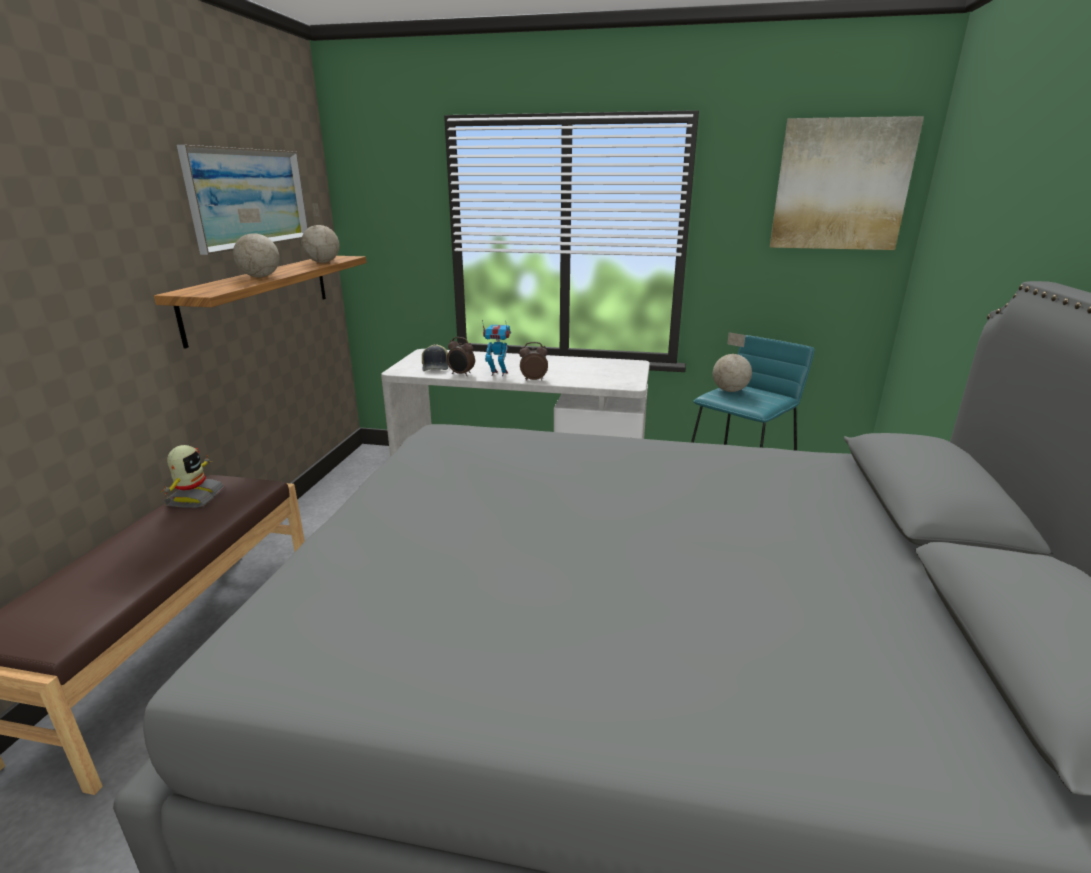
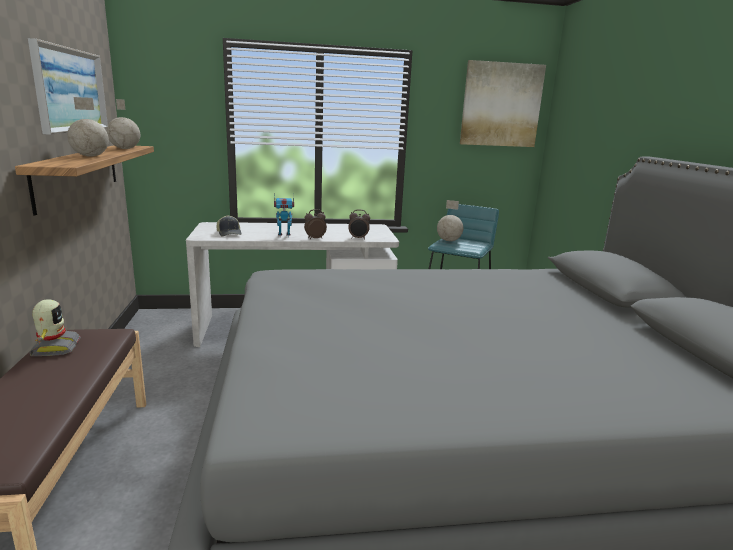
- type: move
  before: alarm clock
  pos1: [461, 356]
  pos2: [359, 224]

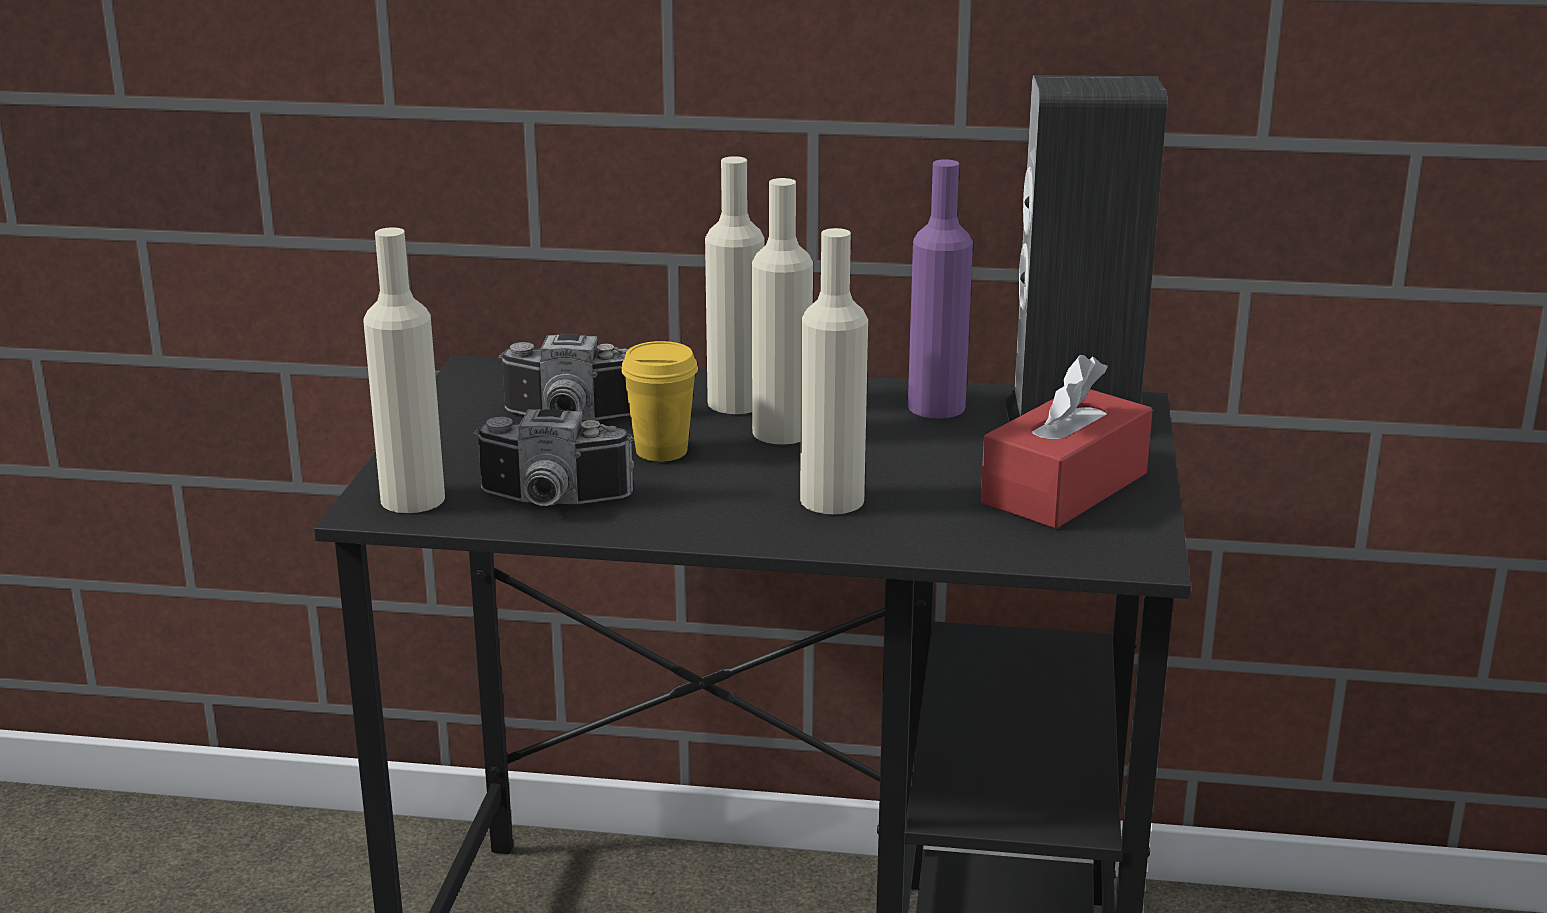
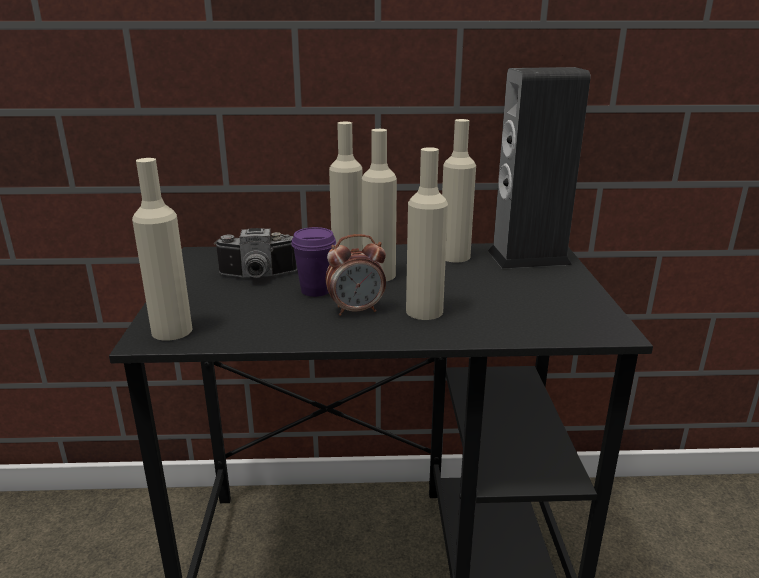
- type: recolor
  before: cup/yellow-coloured
  after: cup/purplish
  pos1: [659, 401]
  pos2: [313, 262]
- type: insert
  after: alarm clock
  pos2: [355, 275]
- type: recolor
  before: drink bottle/purplish
  after: drink bottle/beige
  pos1: [940, 289]
  pos2: [459, 190]
- type: delete
  before: photo camera
  pos1: [554, 457]
- type: delete
  before: tissue box/red
  pos1: [1067, 442]

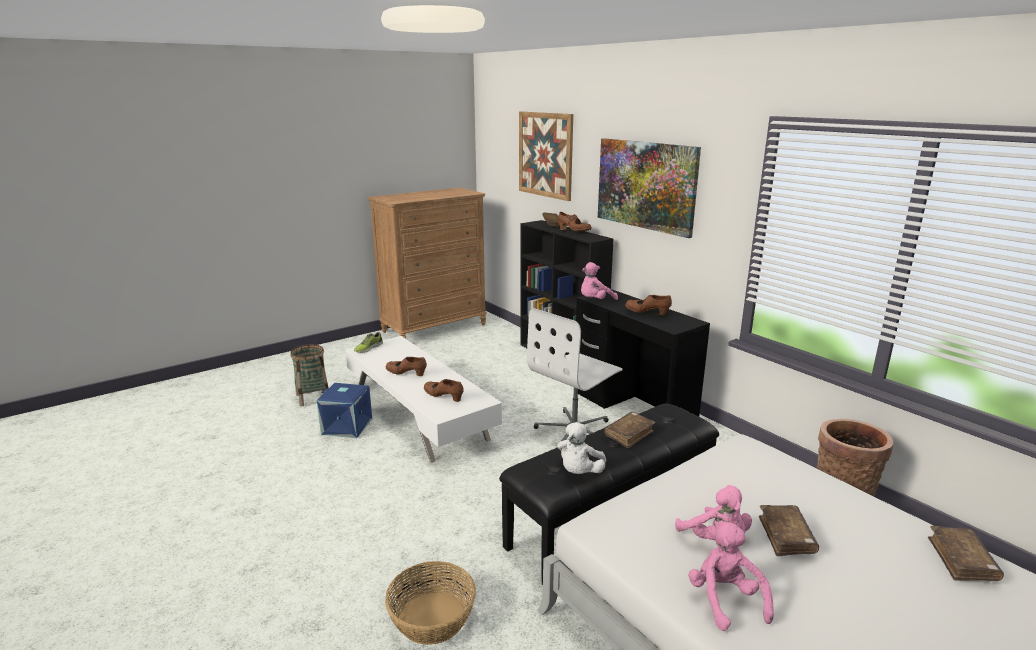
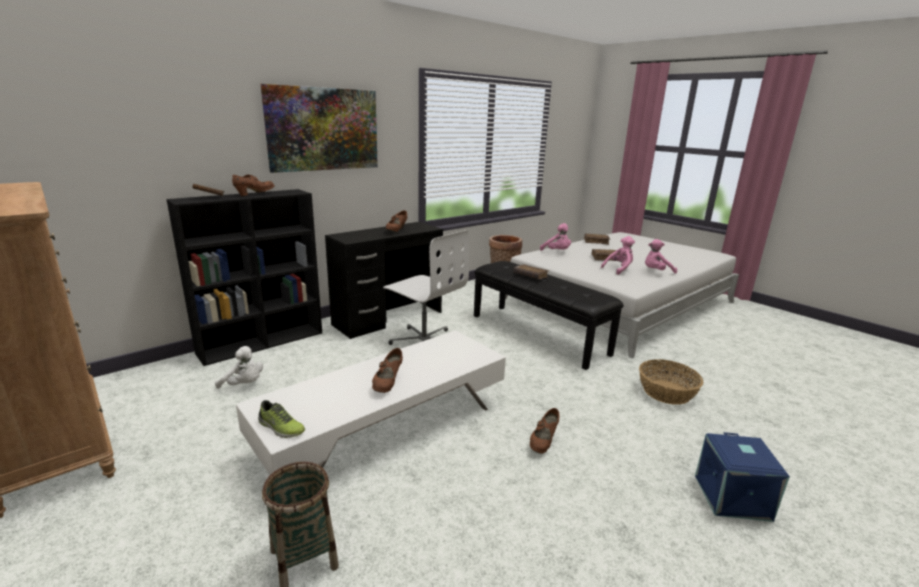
- type: move
  before: soft toy/white
  pos1: [581, 448]
  pos2: [239, 367]
- type: move
  before: item of footwear/brown
  pos1: [444, 390]
  pos2: [544, 431]
- type: move
  before: soft toy/pinkish
  pos1: [599, 281]
  pos2: [555, 237]
- type: move
  before: storage bin/blue
  pos1: [344, 410]
  pos2: [742, 477]
- type: delete
  before: wall art
  pos1: [546, 156]

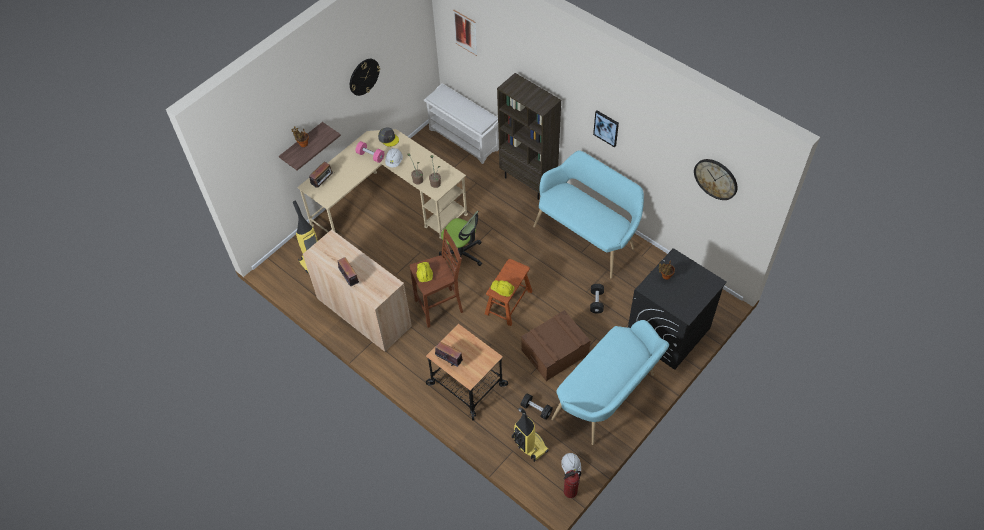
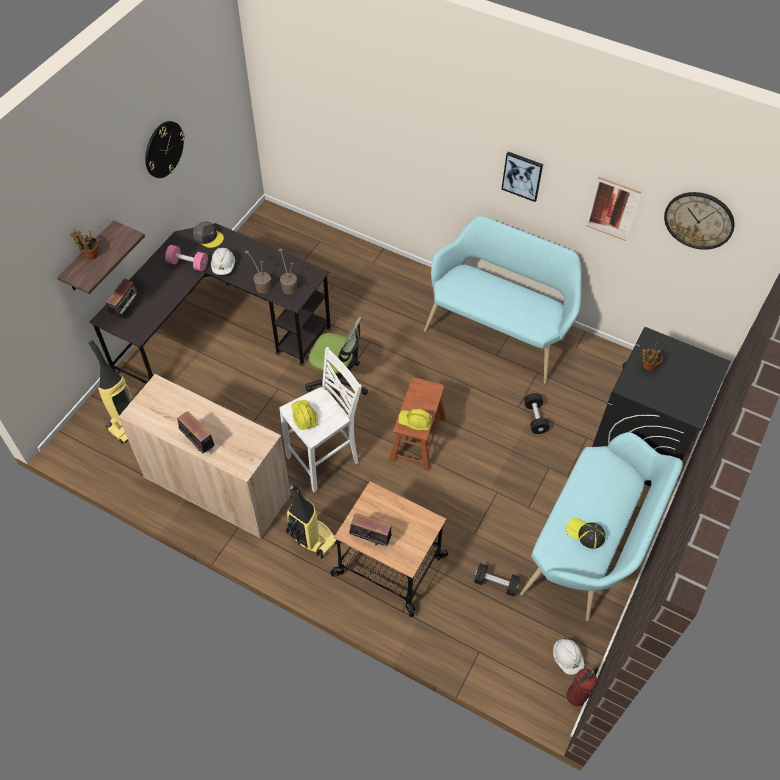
- type: recolor
  before: desk table/beige
  after: desk table/black-coloured
  pos1: [382, 184]
  pos2: [210, 303]
- type: recolor
  before: stool seat/brown
  after: stool seat/white
  pos1: [436, 278]
  pos2: [320, 420]
- type: move
  before: hoover
  pos1: [530, 435]
  pos2: [311, 521]
- type: insert
  after: peaked cap
  pos2: [585, 533]
- type: move
  before: wall art
  pos1: [465, 33]
  pos2: [613, 209]
- type: delete
  before: shoe rack/white
  pos1: [461, 123]
- type: delete
  before: bookshelf/brown
  pos1: [529, 136]
- type: delete
  before: storage bin/brown
  pos1: [556, 345]

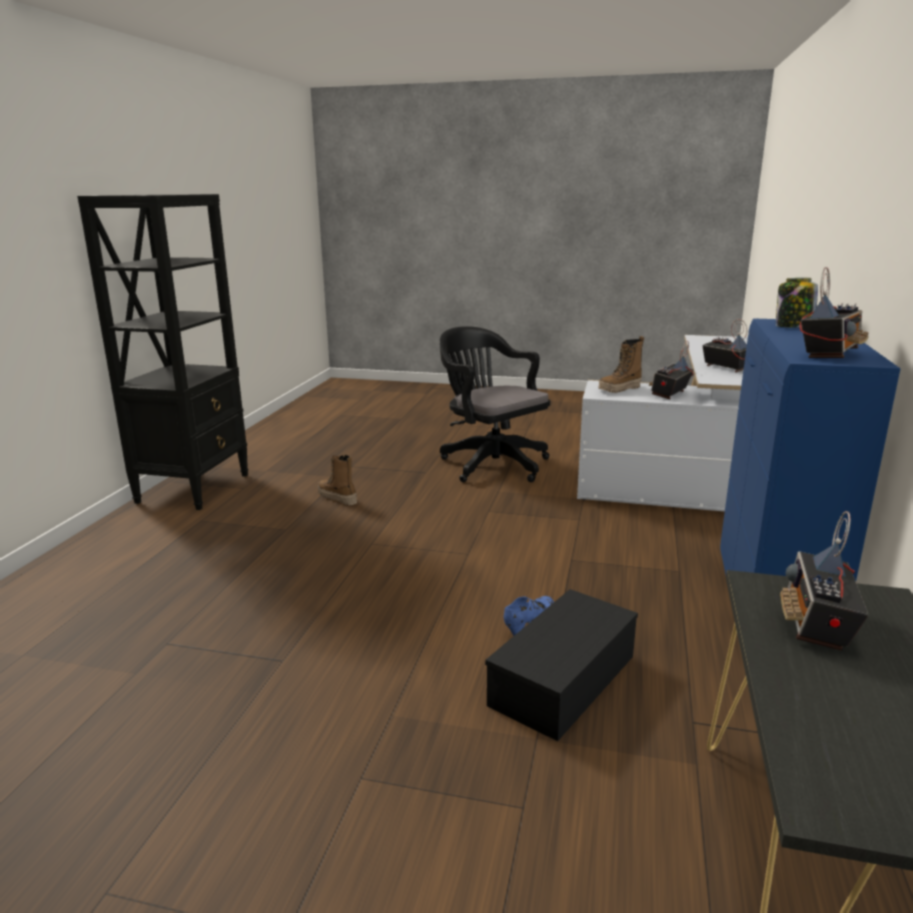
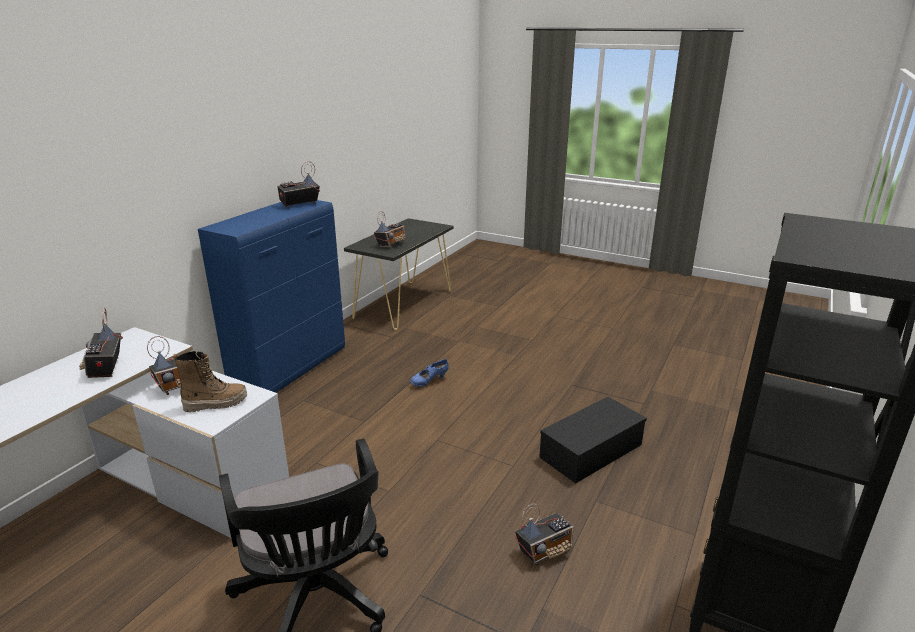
- type: replace
  before: boot
  after: radio
  pos1: [337, 480]
  pos2: [544, 534]
- type: move
  before: storage bin/black-coloured
  pos1: [561, 665]
  pos2: [593, 440]
- type: delete
  before: storage jar
  pos1: [797, 302]

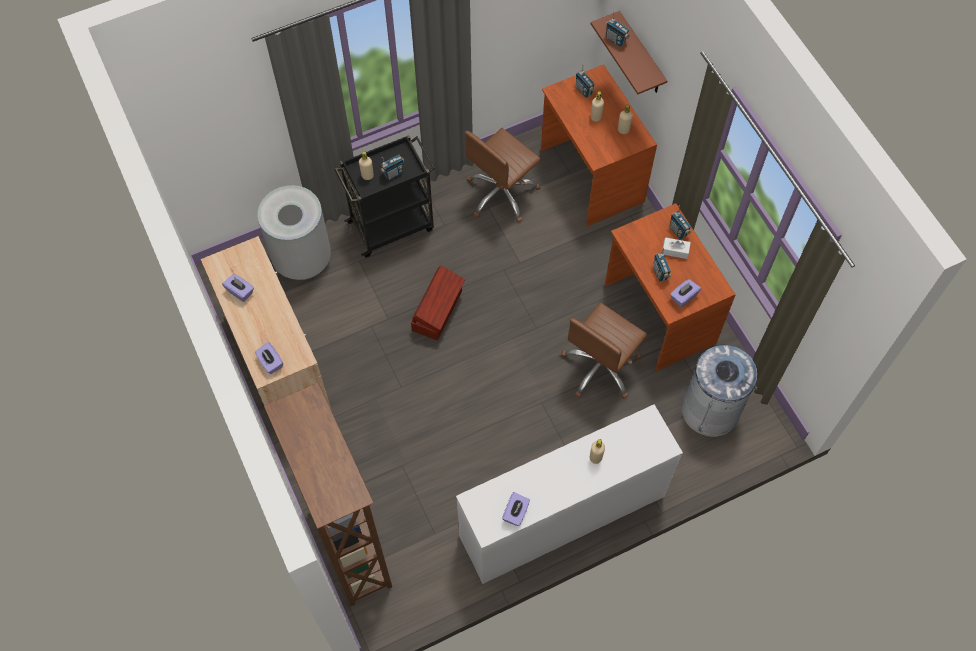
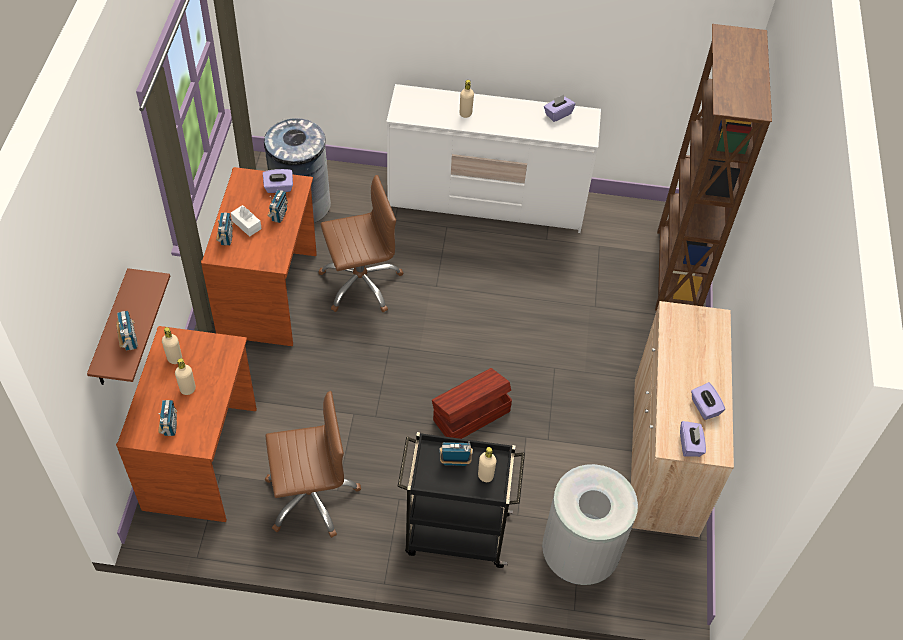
- type: move
  before: tissue box/purplish
  pos1: [269, 358]
  pos2: [693, 439]

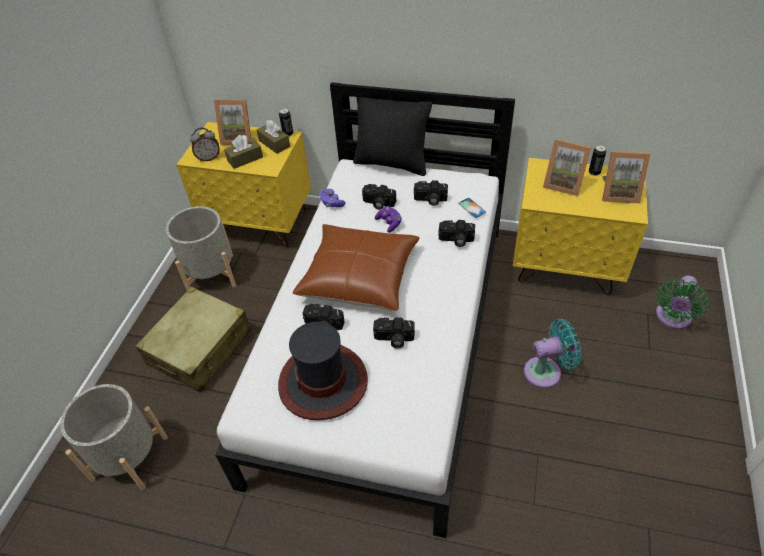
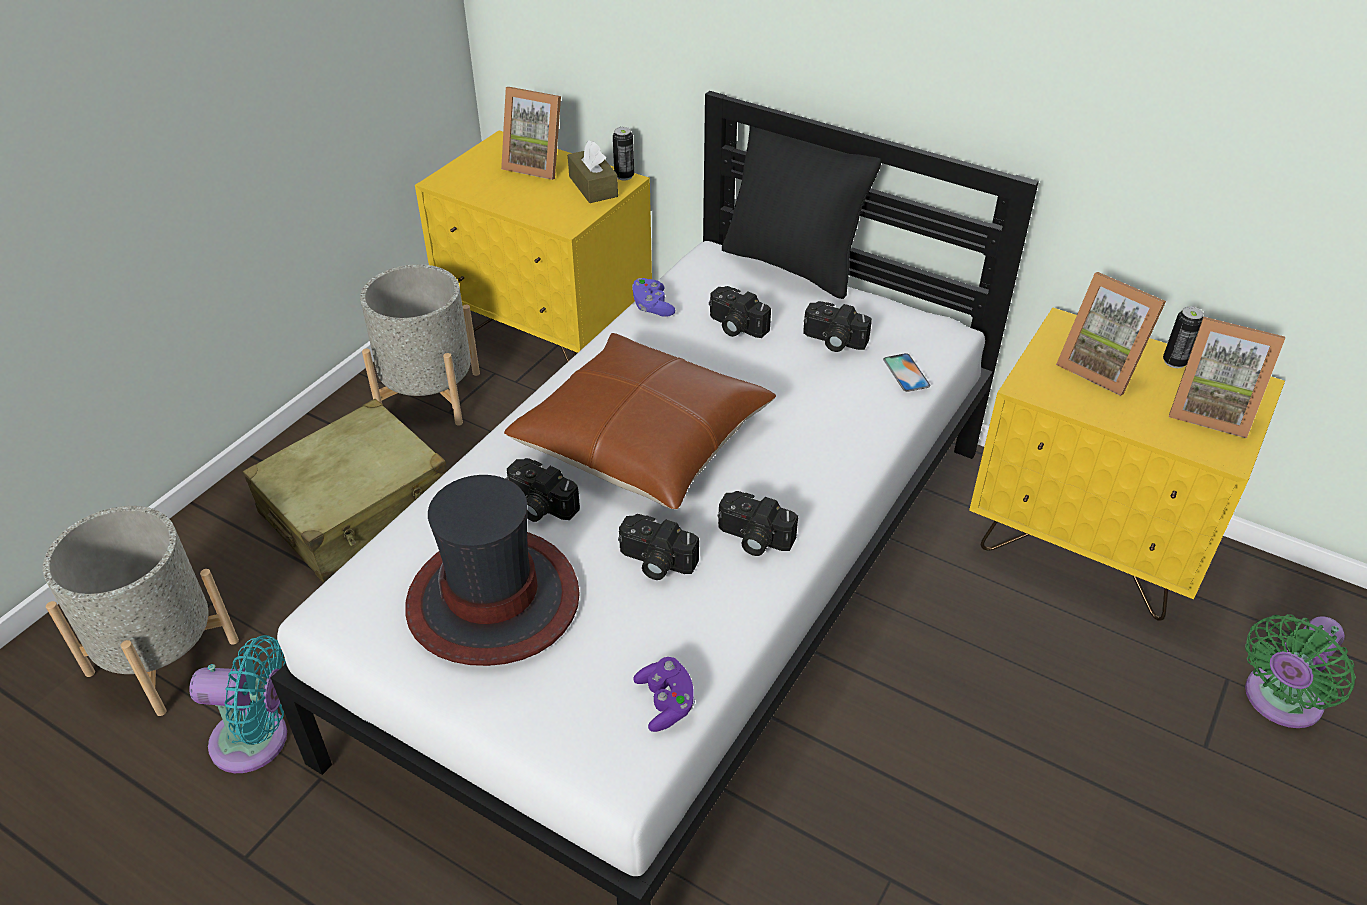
- type: move
  before: fan/turquoise-coloured
  pos1: [552, 353]
  pos2: [238, 704]
- type: move
  before: game controller/purplish
  pos1: [388, 219]
  pos2: [664, 694]
- type: move
  before: photo camera
  pos1: [456, 233]
  pos2: [758, 523]
- type: delete
  before: alarm clock
  pos1: [205, 144]
- type: delete
  before: tissue box/brown
  pos1: [243, 152]

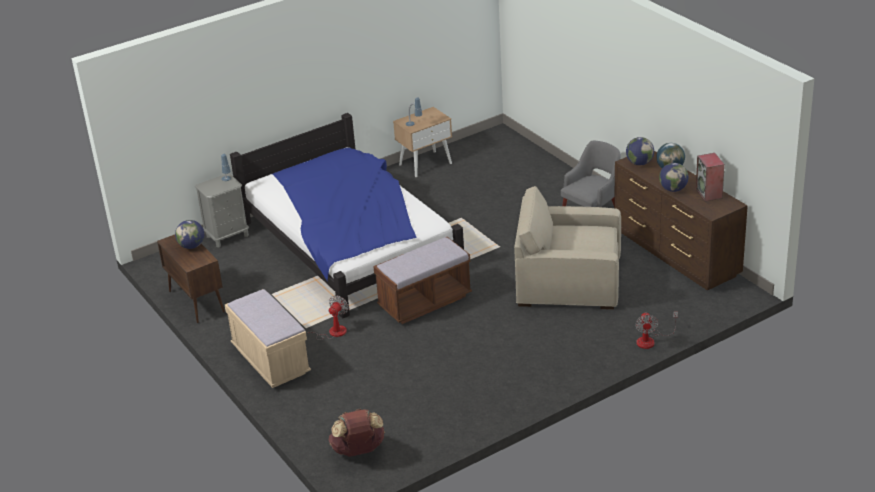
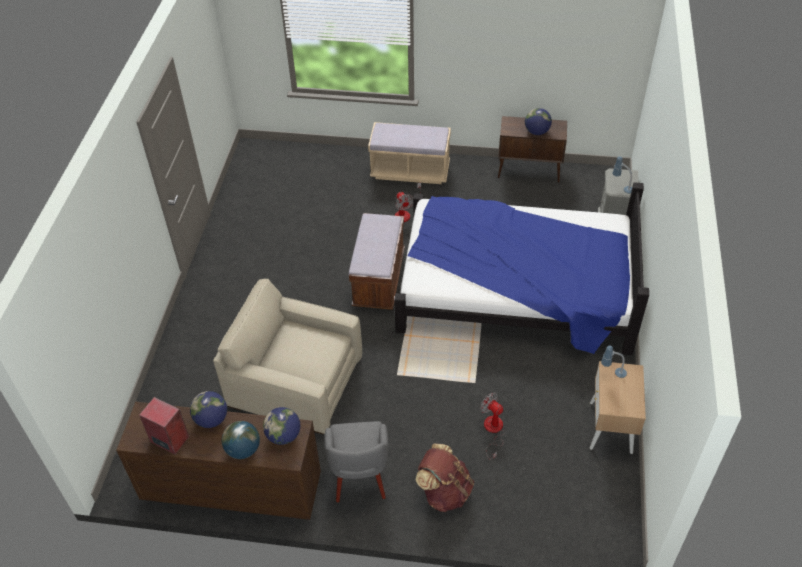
- type: rotate
  before: armchair/beige
  pos1: [567, 248]
  pos2: [287, 357]
  turn: -120
- type: move
  before: knapsack/brown
  pos1: [357, 433]
  pos2: [445, 478]
- type: move
  before: fan
  pos1: [656, 330]
  pos2: [492, 426]

